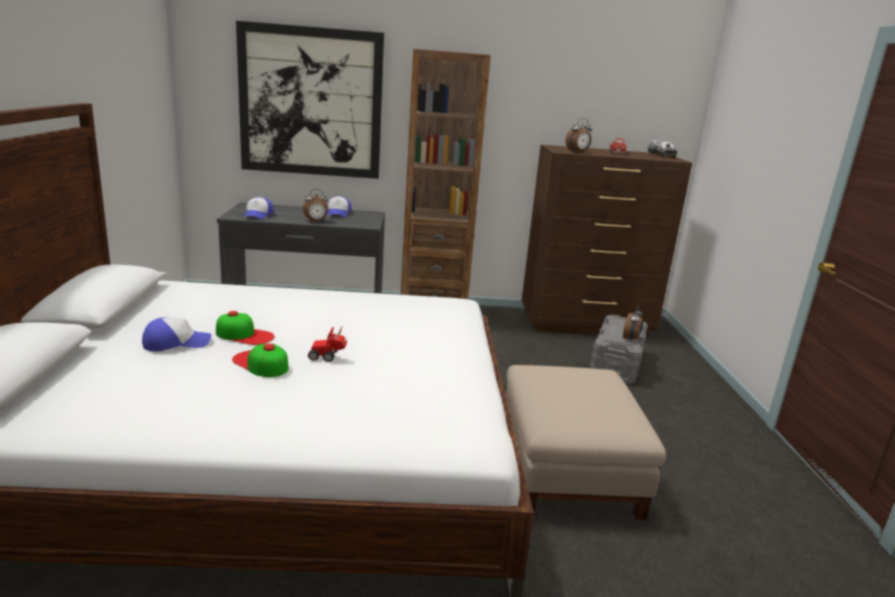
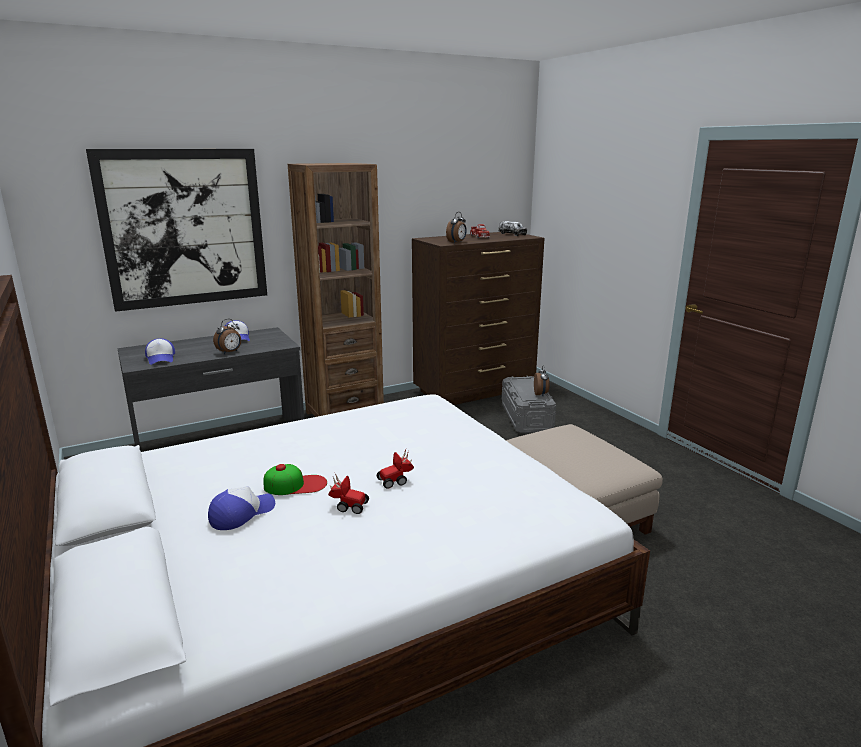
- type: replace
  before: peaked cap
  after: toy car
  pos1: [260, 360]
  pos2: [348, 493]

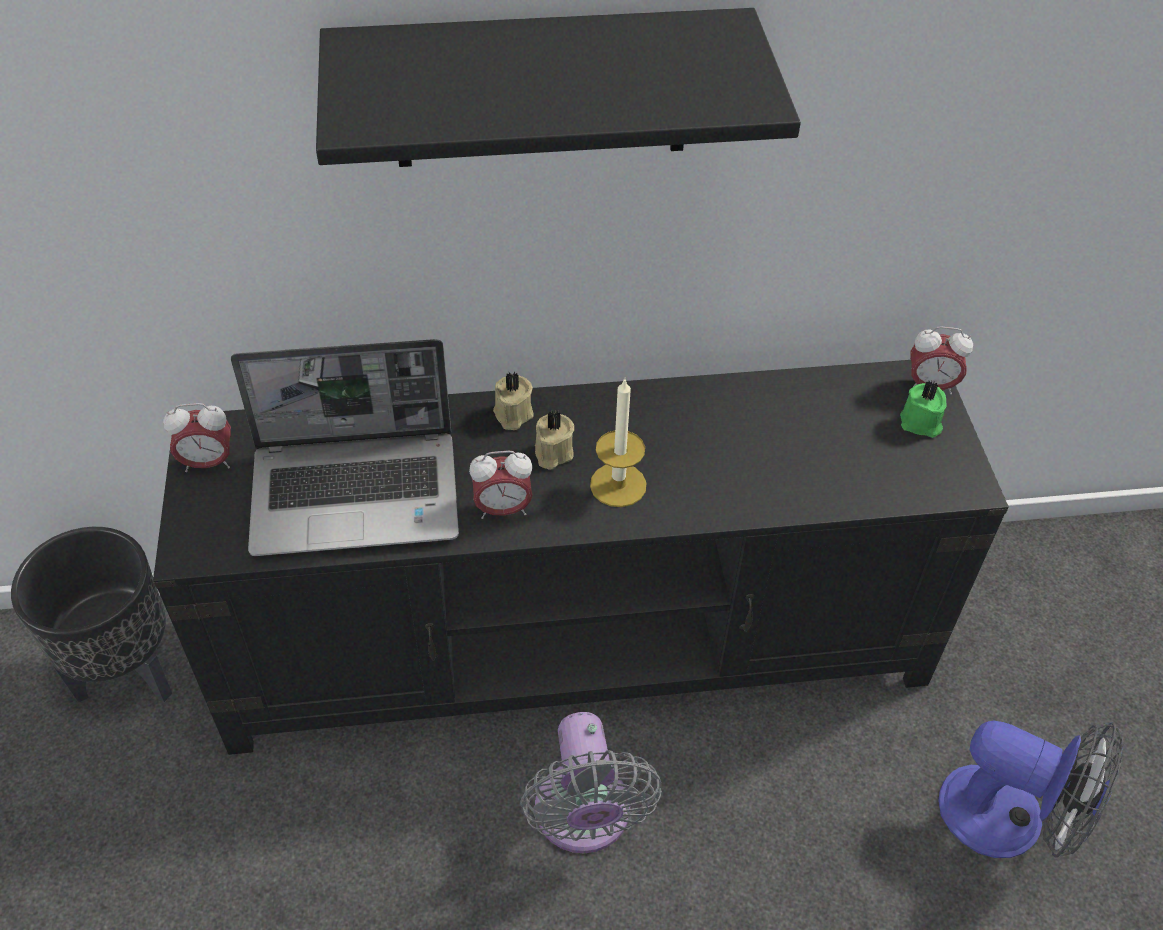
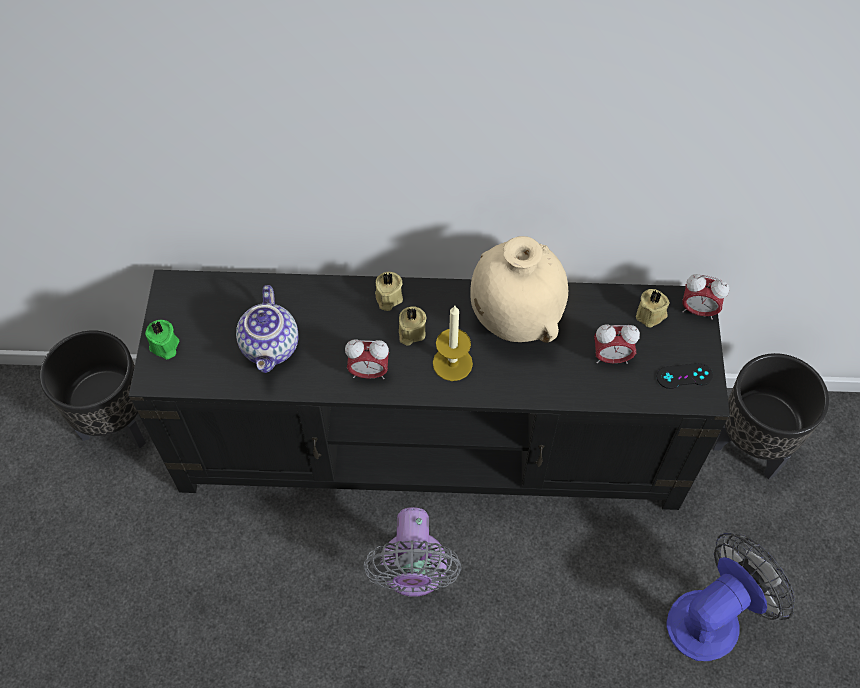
- type: move
  before: candle/green
  pos1: [923, 409]
  pos2: [162, 340]
- type: replace
  before: laptop
  after: teapot
  pos1: [345, 447]
  pos2: [267, 329]
- type: insert
  after: flower vase/beige
  pos2: [519, 289]
- type: move
  before: alarm clock
  pos1: [197, 437]
  pos2: [617, 344]
- type: insert
  after: candle/beige
  pos2: [653, 308]
- type: insert
  after: game controller/black-coloured
  pos2: [685, 376]
- type: rotate
  before: fan
  pos1: [1031, 789]
  pos2: [730, 597]
  turn: -75
- type: insert
  after: planter/black-coloured
  pos2: [771, 416]
- type: delete
  before: bracket shelf/black-coloured
  pos1: [558, 87]

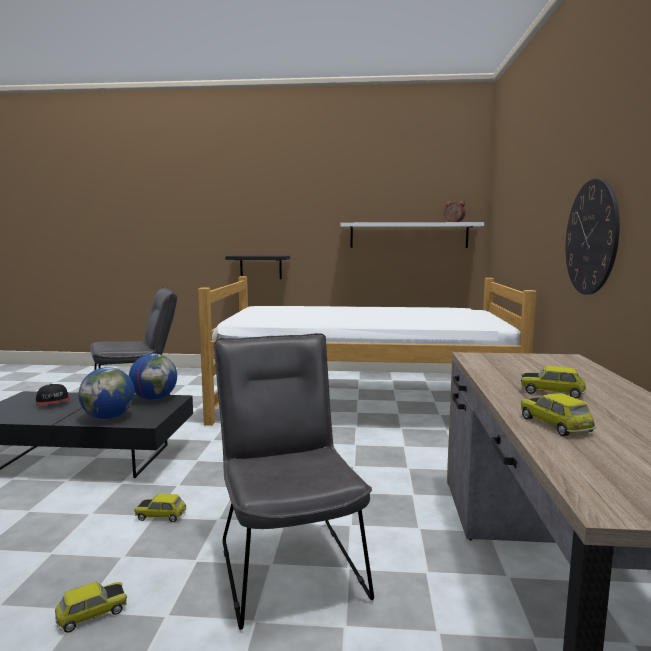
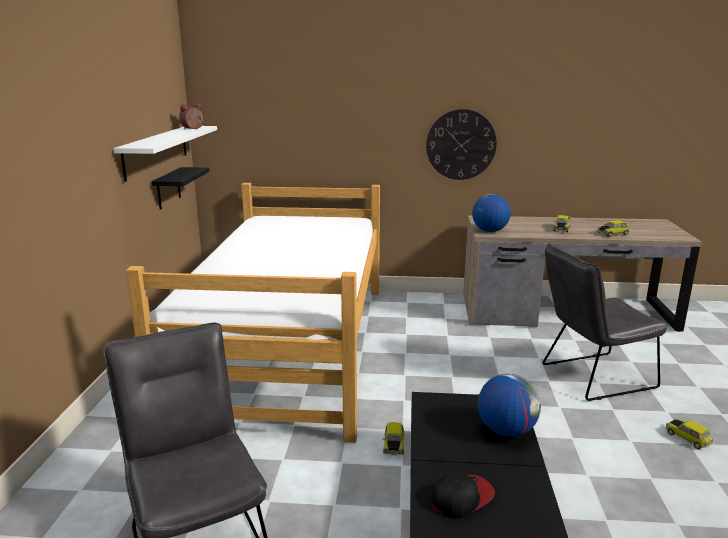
- type: move
  before: bracket shelf/black-coloured
  pos1: [257, 267]
  pos2: [180, 188]
- type: move
  before: toy car
  pos1: [160, 508]
  pos2: [394, 438]
- type: move
  before: globe
  pos1: [153, 377]
  pos2: [491, 213]

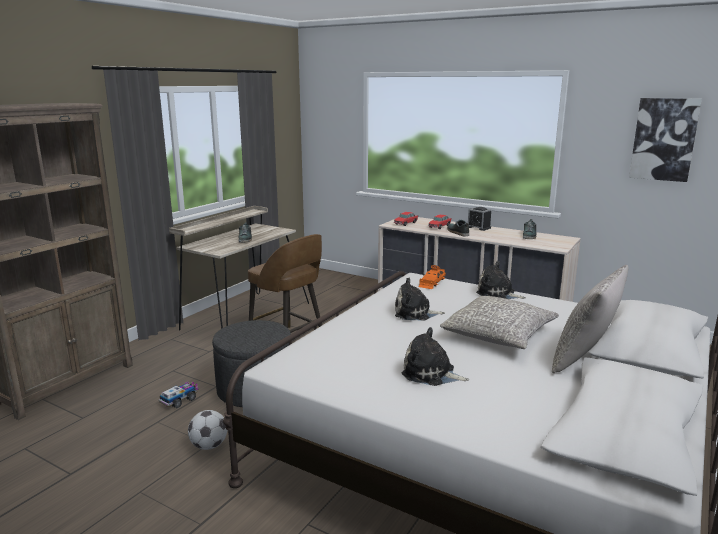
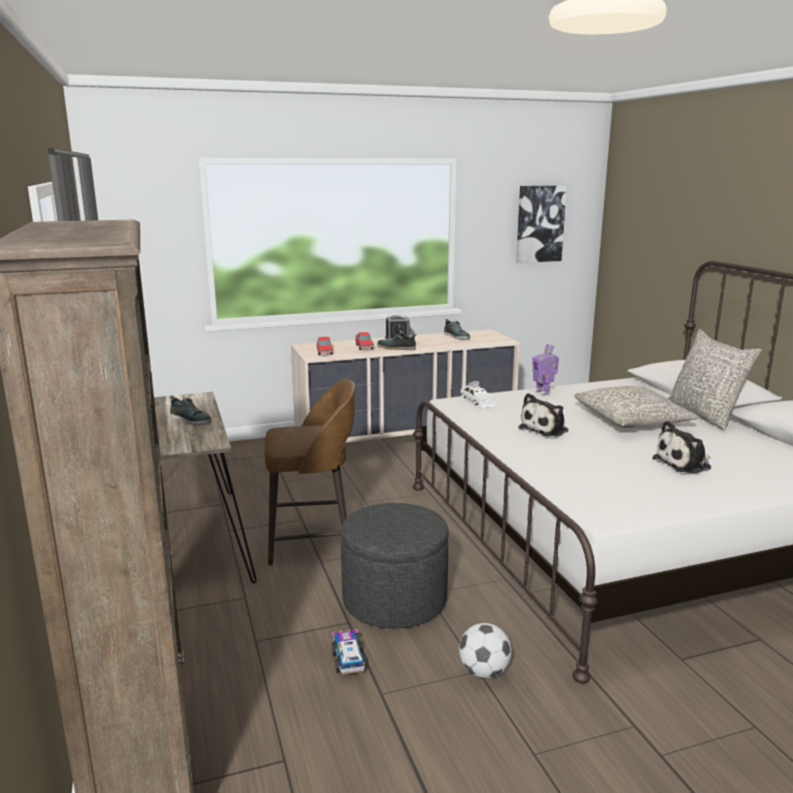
- type: recolor
  before: toy car/orange
  after: toy car/white
  pos1: [432, 277]
  pos2: [478, 394]
- type: replace
  before: soft toy
  after: model robot
  pos1: [501, 280]
  pos2: [545, 370]

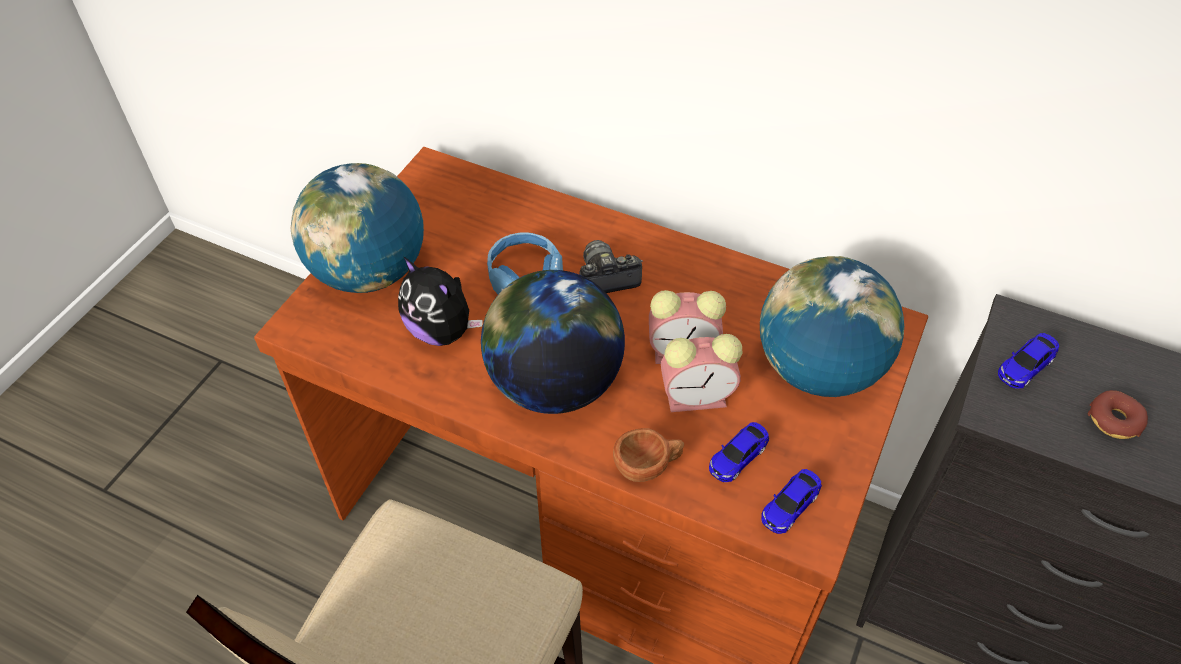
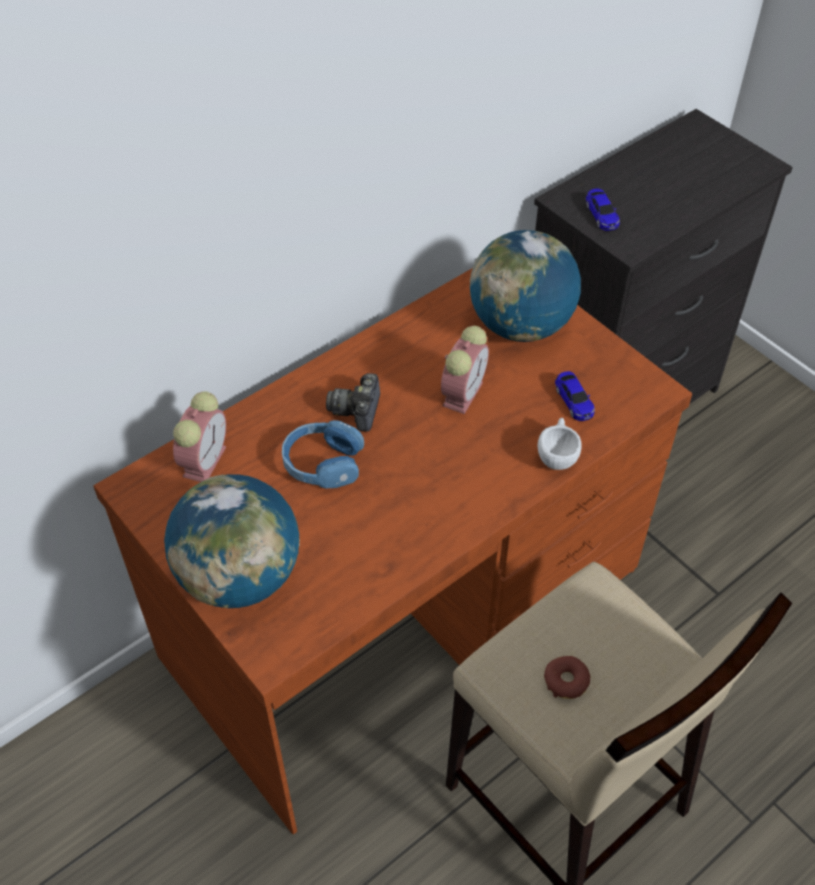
- type: move
  before: alarm clock
  pos1: [701, 373]
  pos2: [199, 436]
- type: recolor
  before: cup/brown
  after: cup/white
  pos1: [648, 455]
  pos2: [559, 444]
- type: move
  before: donut
  pos1: [1118, 414]
  pos2: [567, 677]
- type: delete
  before: soft toy
  pos1: [440, 301]
- type: delete
  before: globe
  pos1: [553, 342]
- type: delete
  before: toy car
  pos1: [791, 501]

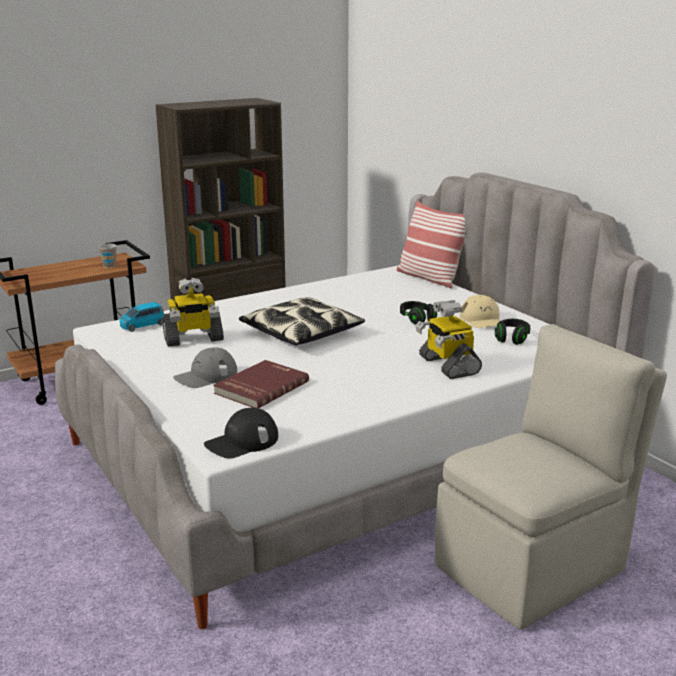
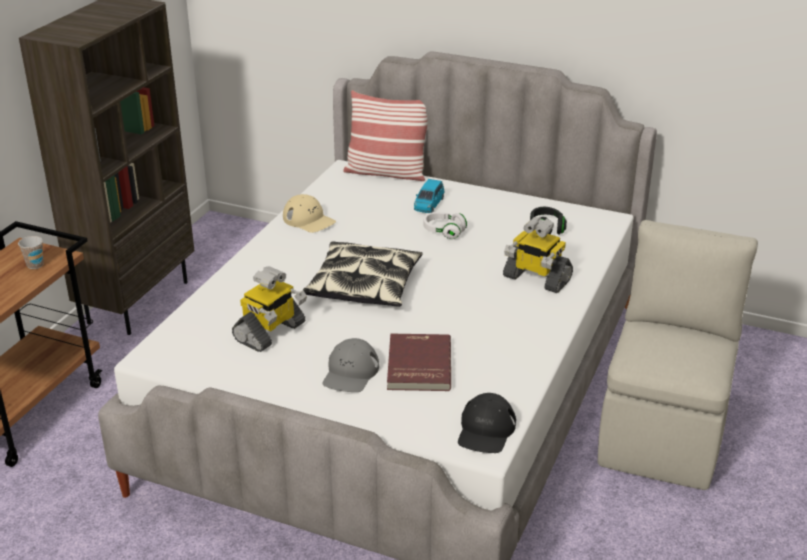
- type: move
  before: peaked cap/beige
  pos1: [480, 311]
  pos2: [309, 213]
- type: move
  before: toy car/blue
  pos1: [141, 317]
  pos2: [429, 196]
- type: recolor
  before: headset/black-coloured
  after: headset/white
  pos1: [418, 313]
  pos2: [445, 225]

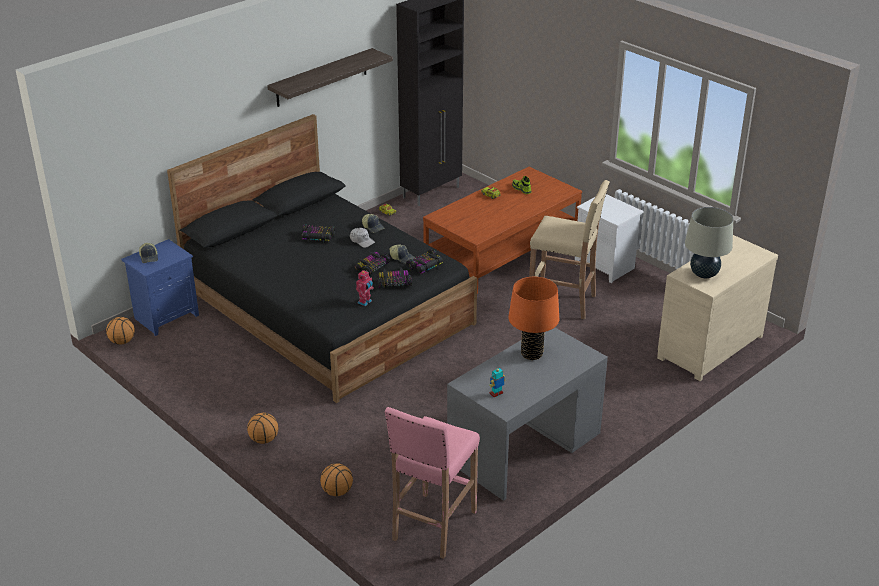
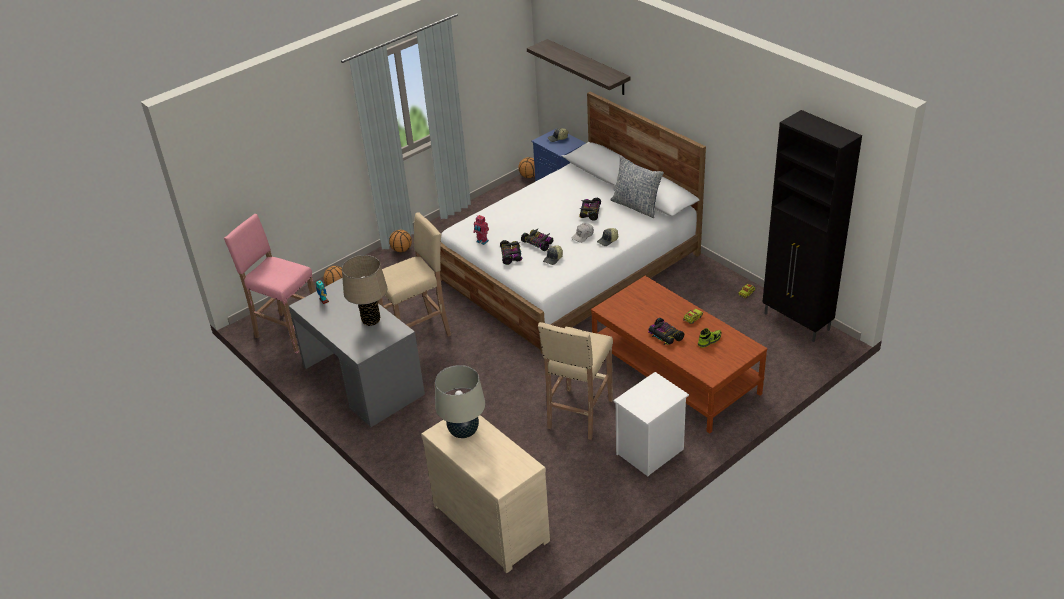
- type: recolor
  before: lamp for a table/orange
  after: lamp for a table/beige
  pos1: [533, 318]
  pos2: [364, 290]
- type: insert
  after: stool seat/beige
  pos2: [414, 274]
- type: recolor
  before: bed/black-coloured
  after: bed/white
  pos1: [322, 258]
  pos2: [573, 222]
- type: move
  before: bracket shelf
  pos1: [330, 77]
  pos2: [579, 67]
- type: insert
  after: throw pillow
  pos2: [637, 186]
- type: move
  before: toy car
  pos1: [424, 261]
  pos2: [666, 331]

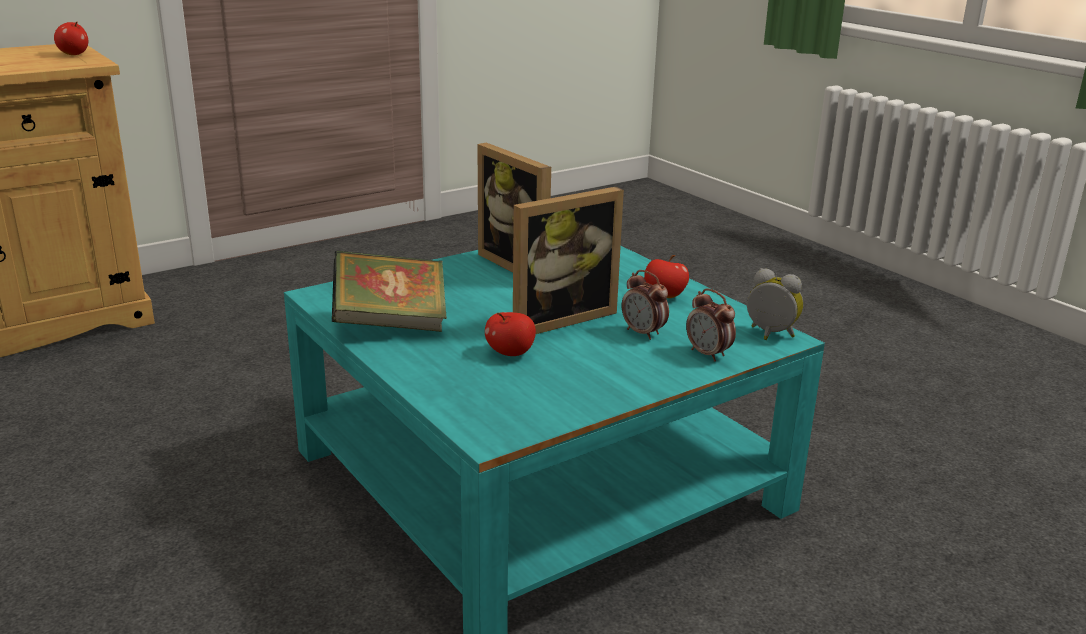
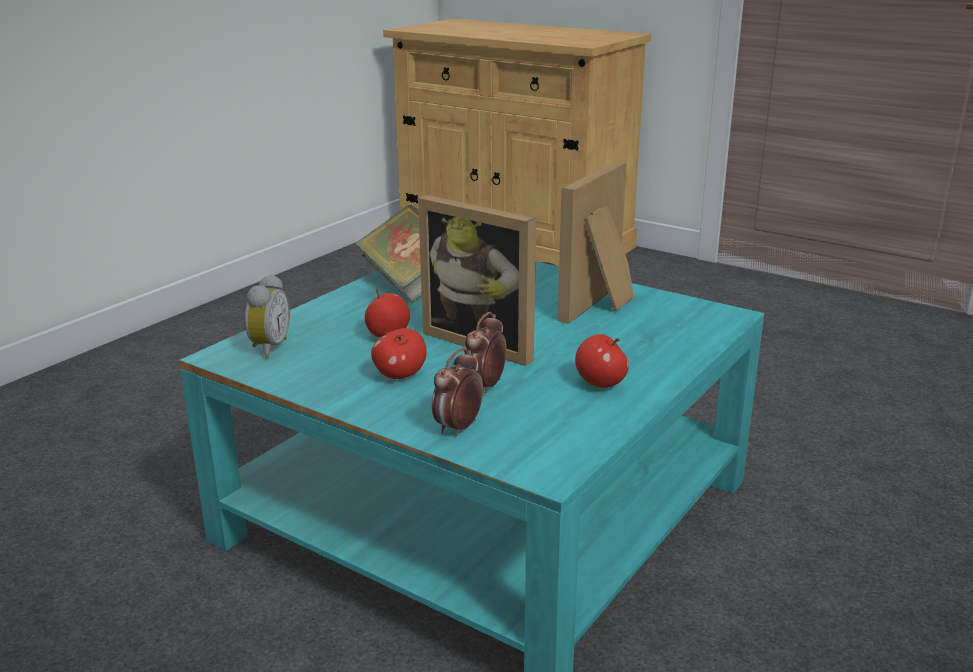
- type: move
  before: alarm clock
  pos1: [775, 304]
  pos2: [267, 316]
- type: move
  before: apple
  pos1: [71, 38]
  pos2: [399, 353]

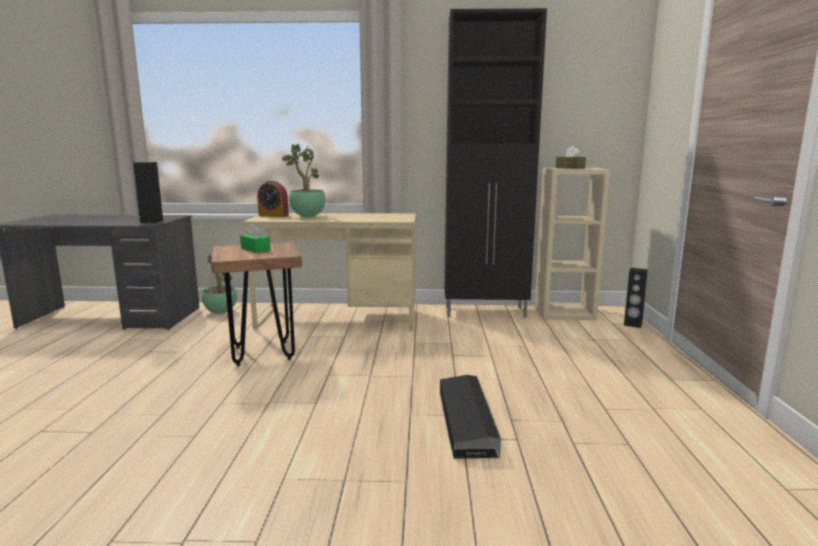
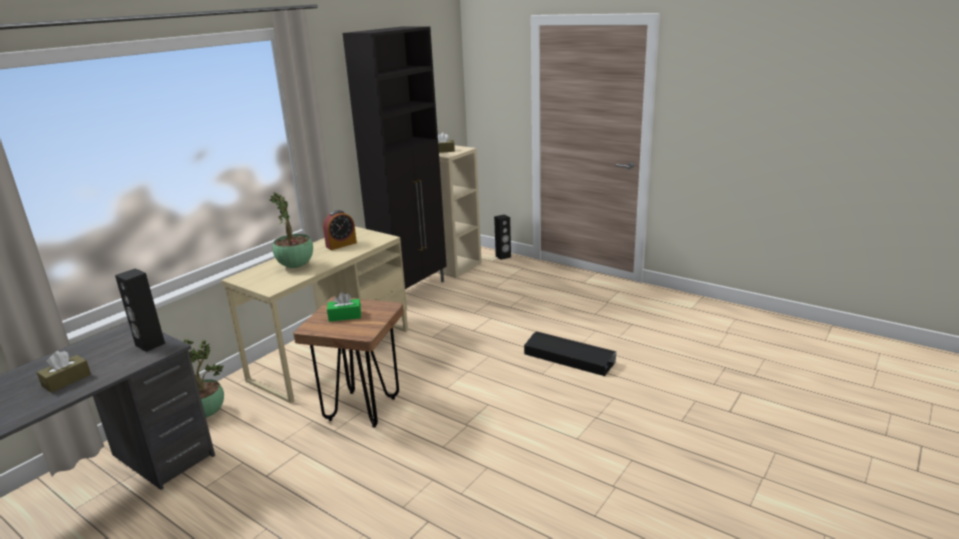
- type: insert
  after: tissue box/brown
  pos2: [64, 372]
- type: move
  before: alarm clock
  pos1: [273, 198]
  pos2: [340, 230]

